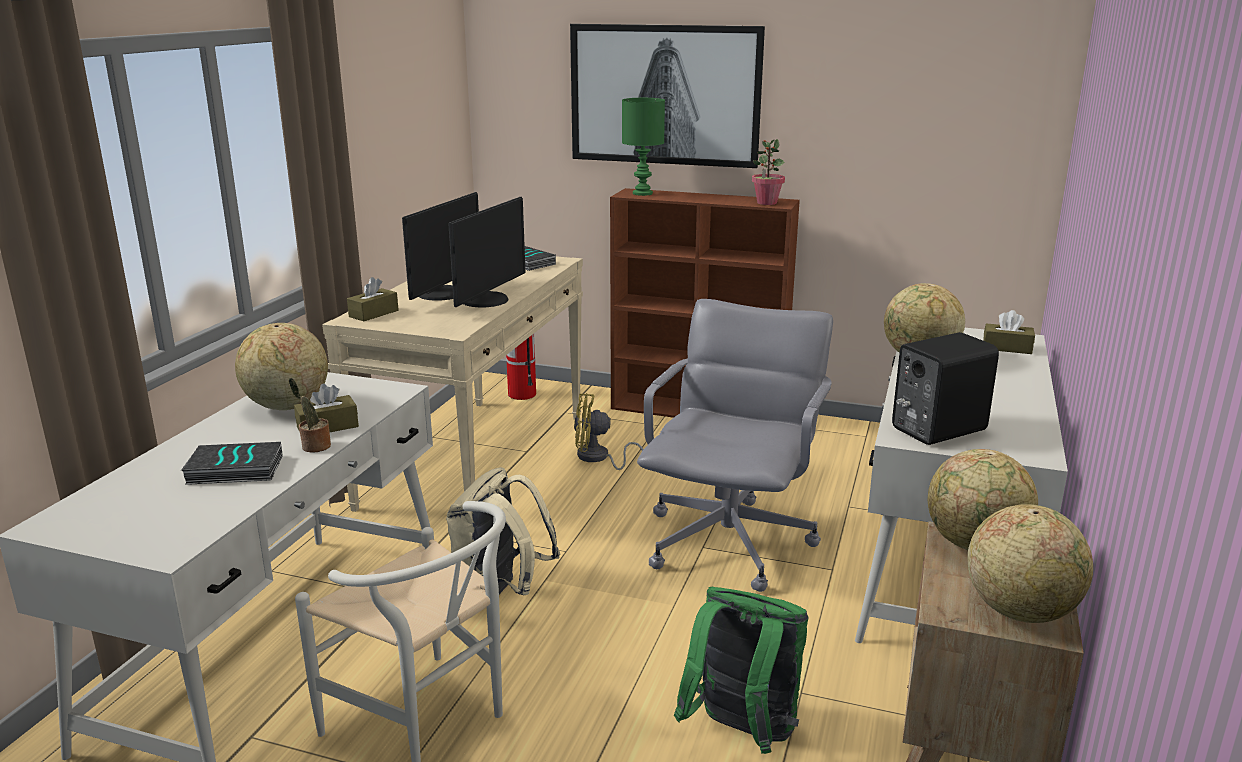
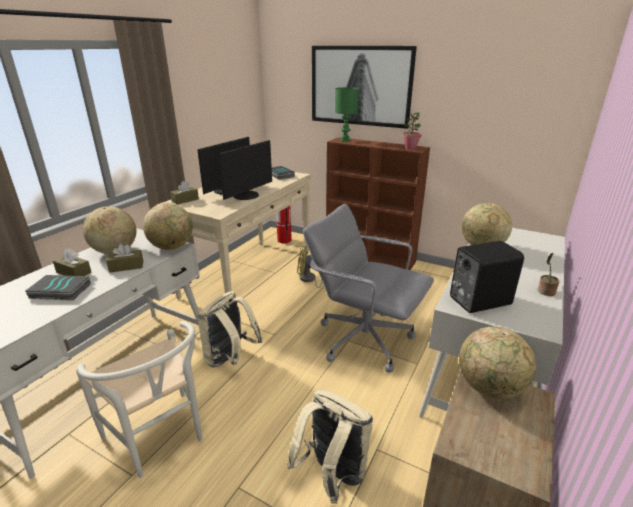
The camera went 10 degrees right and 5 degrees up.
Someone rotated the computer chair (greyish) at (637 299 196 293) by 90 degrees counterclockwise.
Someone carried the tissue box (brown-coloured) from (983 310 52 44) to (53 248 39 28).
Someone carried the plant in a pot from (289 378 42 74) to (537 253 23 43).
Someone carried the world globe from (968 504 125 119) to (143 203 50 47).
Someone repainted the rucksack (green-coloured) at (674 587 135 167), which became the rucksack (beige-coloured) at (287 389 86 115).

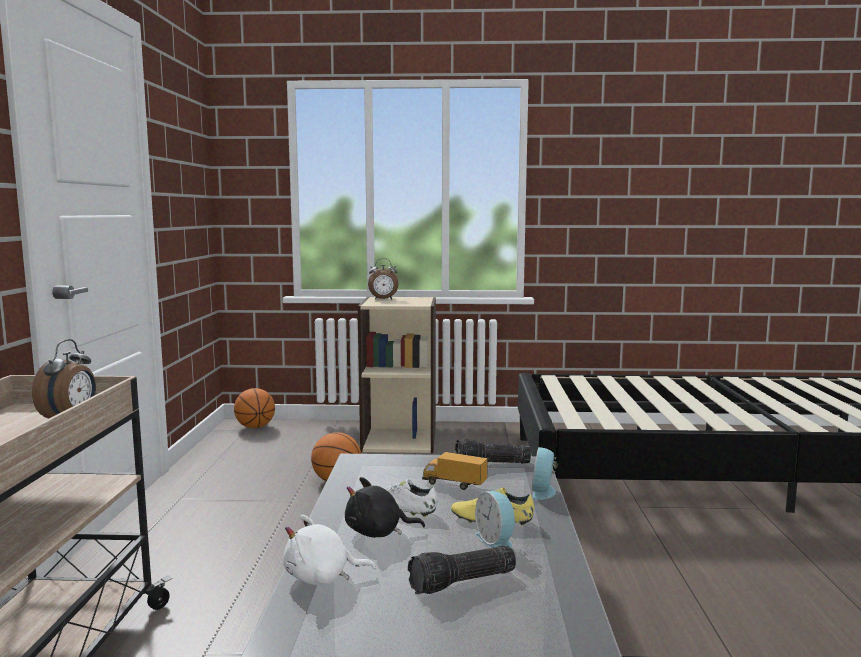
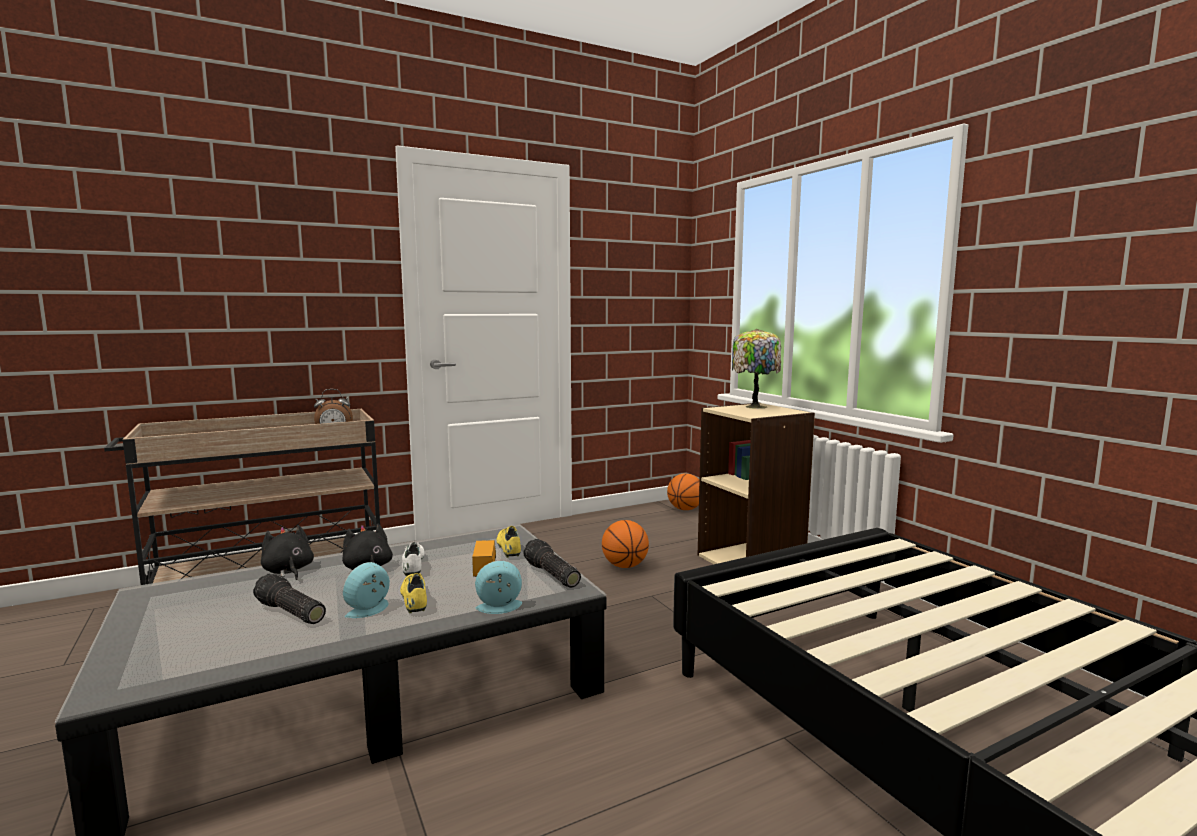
The camera went 60 degrees right and 0 degrees up.
Someone swapped the table clock at (368 258 31 42) for the table lamp at (732 329 49 80).
Someone repainted the plush toy (whitish) at (283 515 93 70), which became the plush toy (black) at (261 525 53 55).
Someone put down the item of footwear (yellow-coloured) at (496 526 25 32).

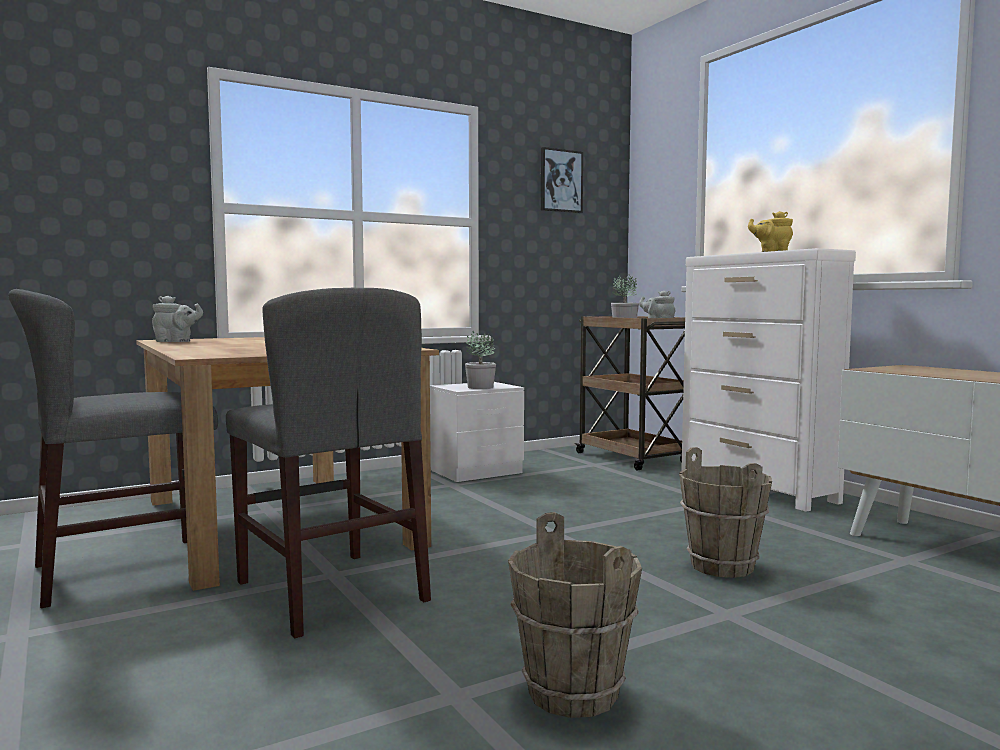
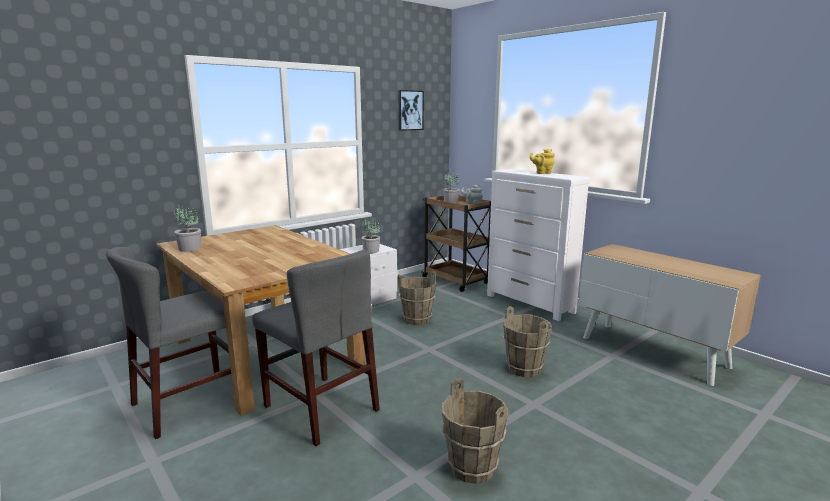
The camera went 10 degrees left and 10 degrees up.
Someone swapped the pot for tea (greyish) at (152 296 51 46) for the plant in a pot at (173 205 28 47).
Someone put down the pail (brown-coloured) at (398 271 38 54).

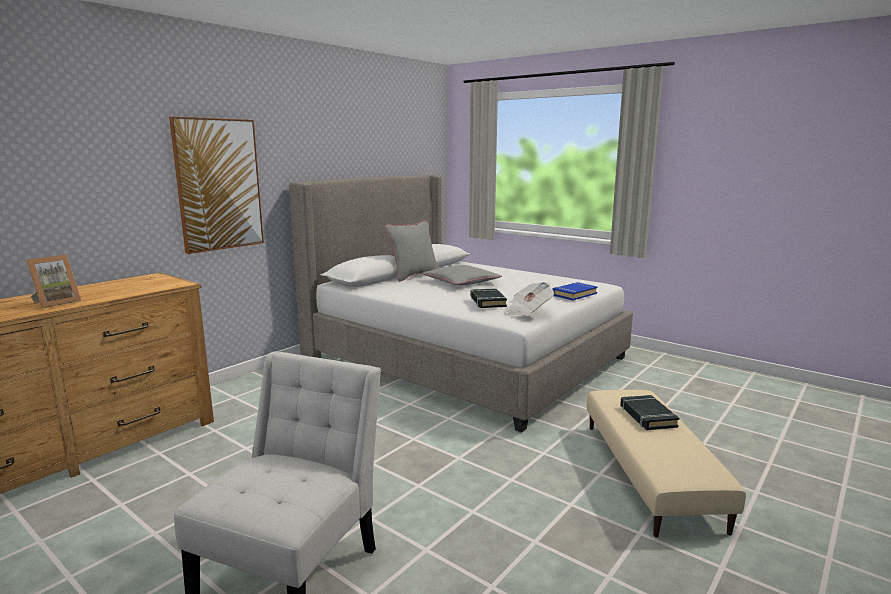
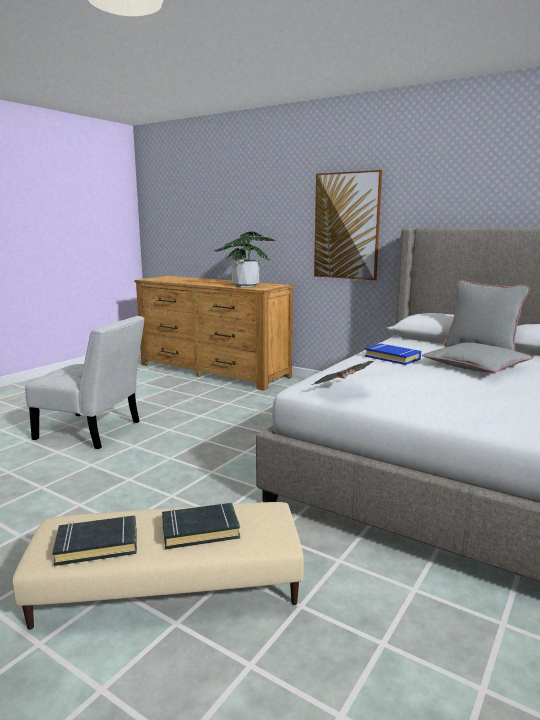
The camera went 85 degrees right and 0 degrees up.
Someone took away the standing frame at (26 255 55 53).
Someone carried the book (bluish) from (552 282 46 18) to (365 344 56 21).
Someone carried the book (black) from (470 289 37 19) to (52 515 85 51).
Someone put down the plant in a pot at (214 231 62 56).

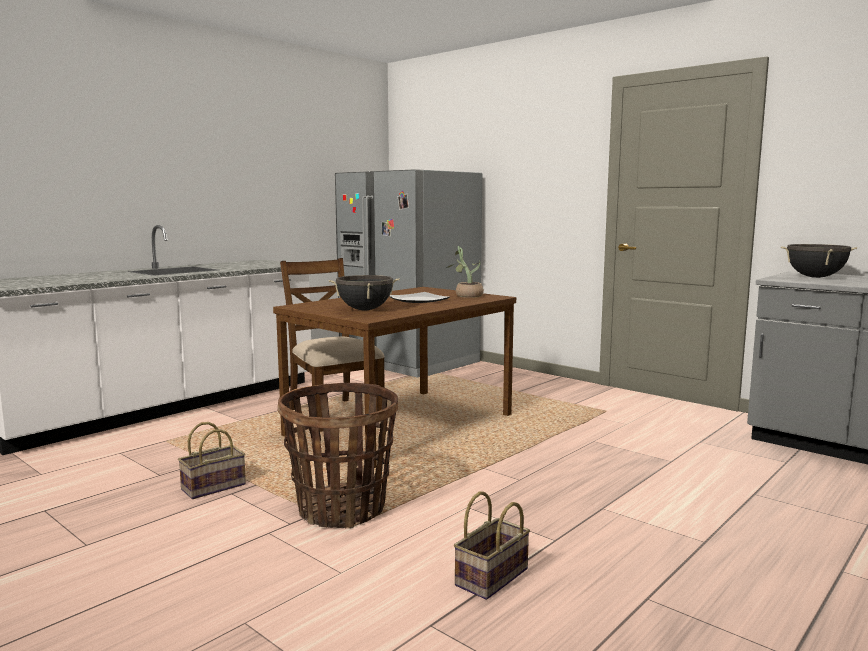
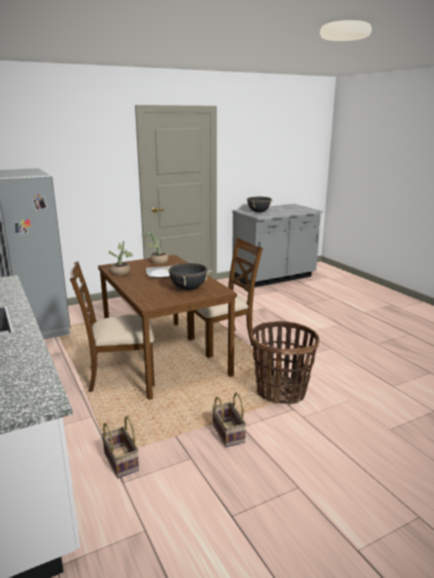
The camera went 70 degrees left and 10 degrees up.
Someone carried the household basket from (454 491 76 109) to (102 416 37 62).
Someone put down the upright chair (brown-coloured) at (187 237 76 121).
Someone put down the plant in a pot at (108 241 25 35).

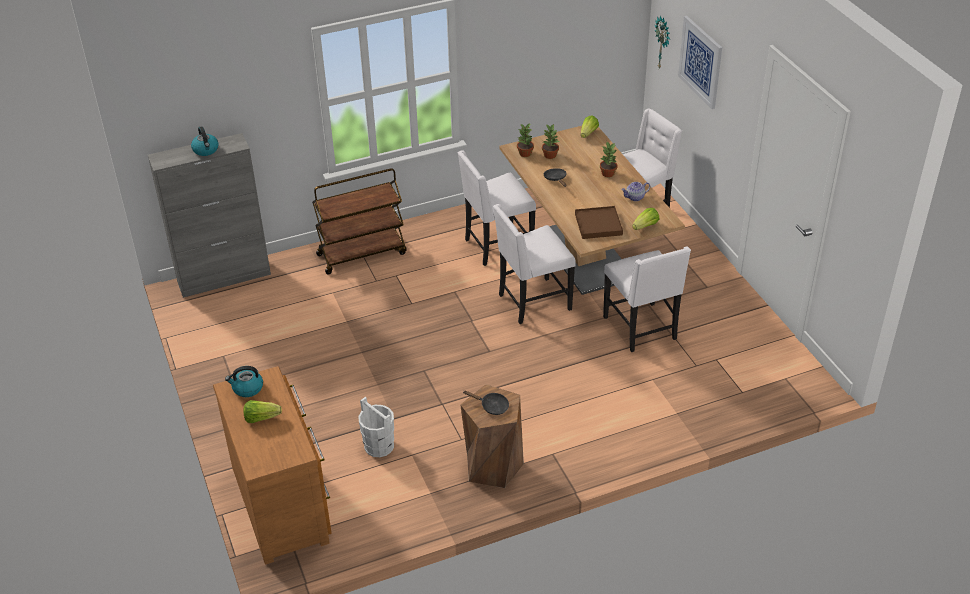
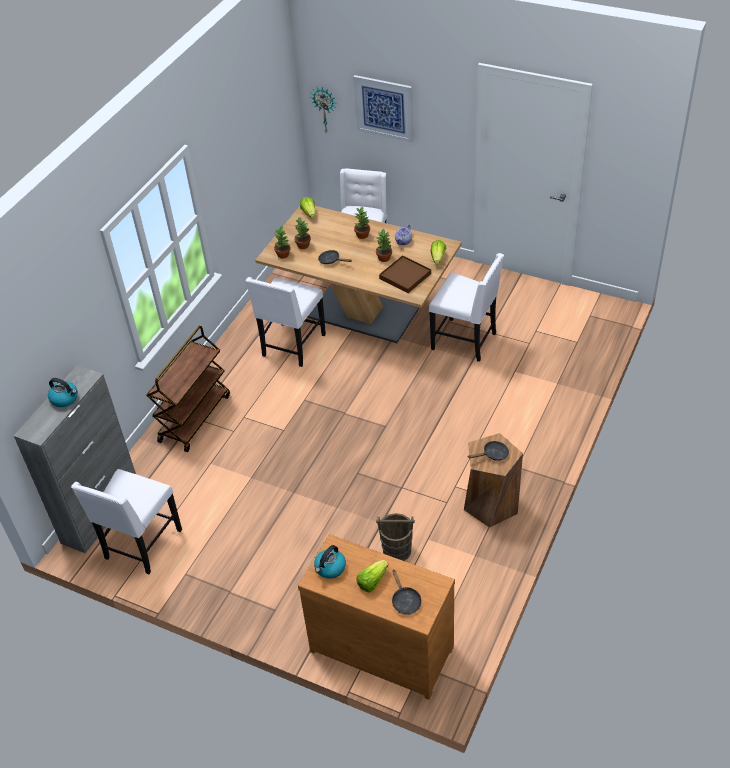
The camera went 40 degrees left and 5 degrees up.
Someone carried the upright chair (whitish) from (493 204 83 120) to (71 469 111 105).
Someone repainted the pail (whitish) at (358 397 36 60), which became the pail (brown-coloured) at (376 513 39 48).
Someone put down the plant in a pot at (376 228 16 34).
Someone put down the pan (black) at (392 570 30 45).

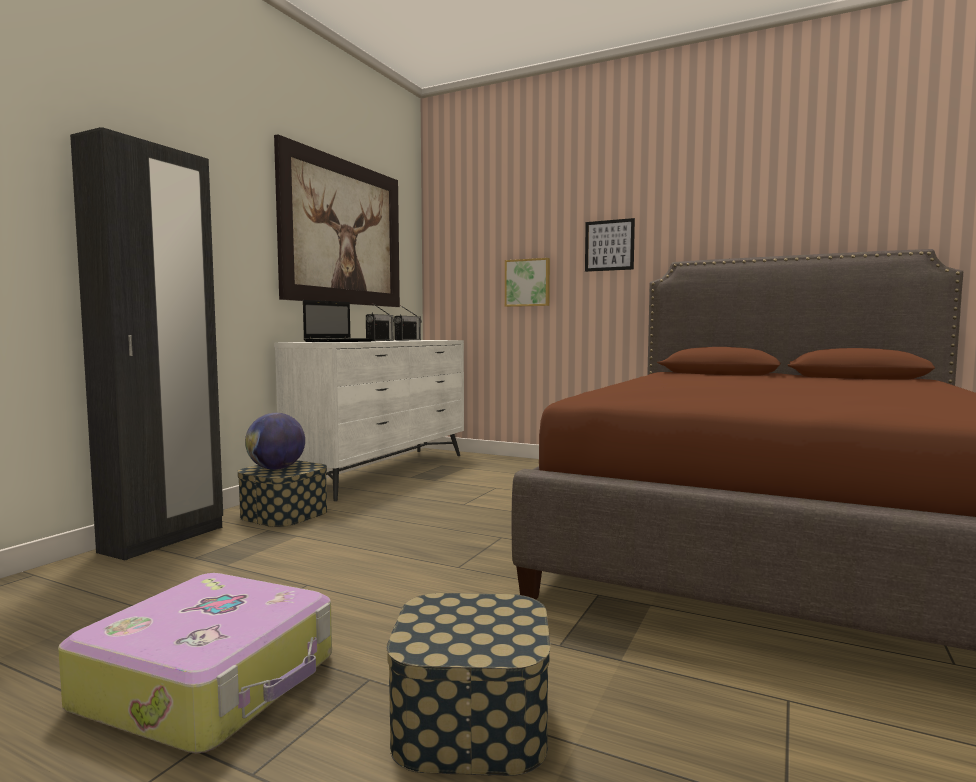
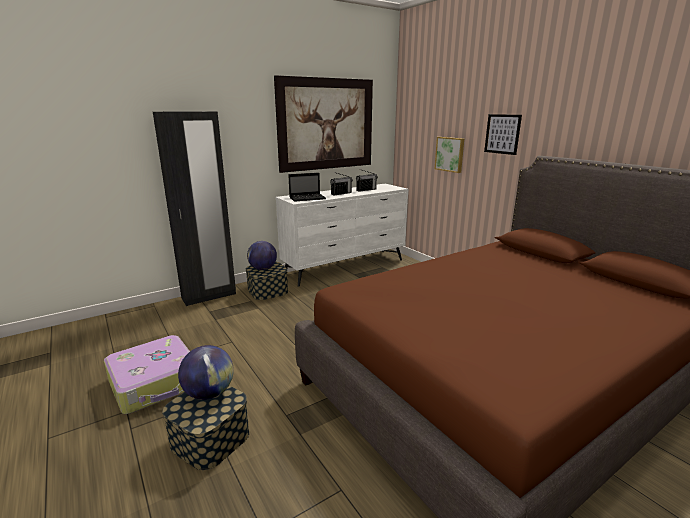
The camera went 30 degrees right and 15 degrees up.
Someone put down the world globe at (178 345 56 55).

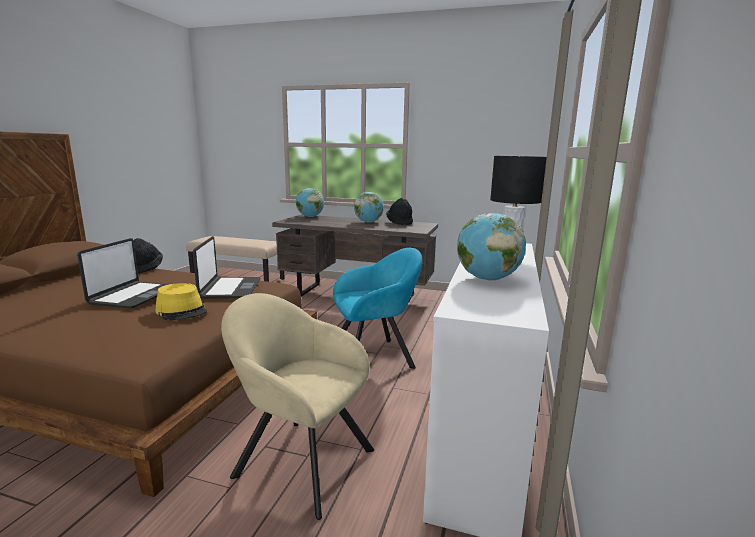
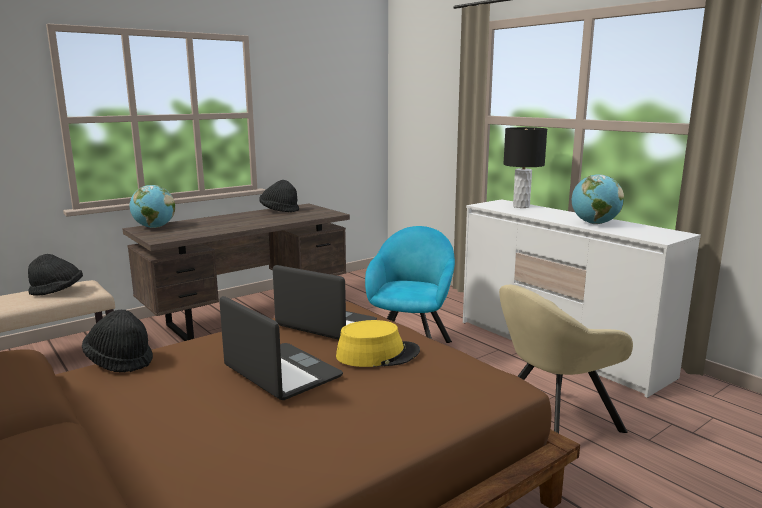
The camera went 55 degrees left and 0 degrees up.
Someone took away the world globe at (354 192 30 30).
Someone put down the clothing hat (black) at (28 254 55 42).

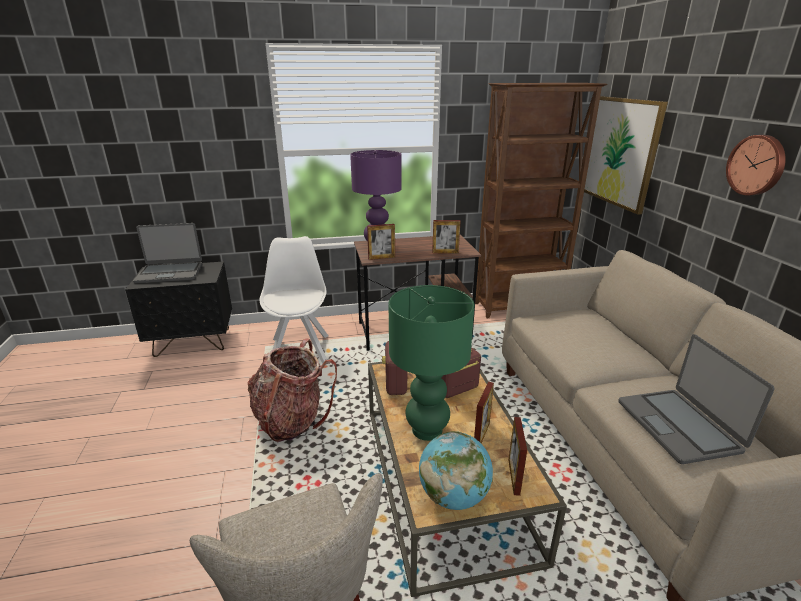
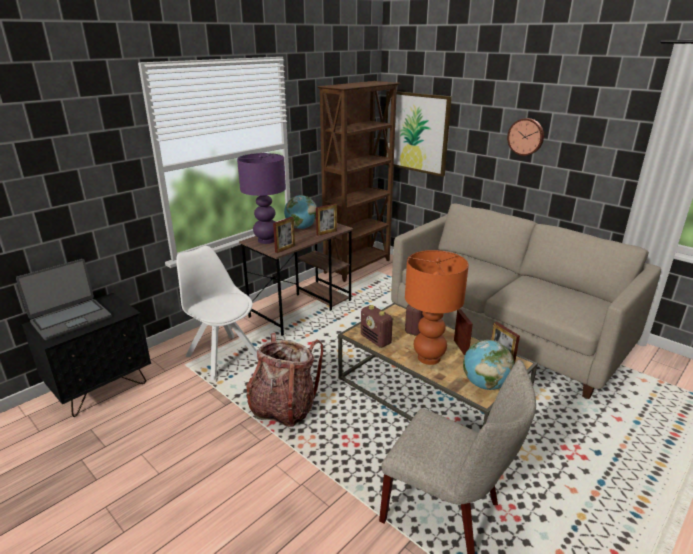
The camera went 35 degrees left and 0 degrees up.
Someone repainted the table lamp (green-coloured) at (389 285 86 156), which became the table lamp (orangey) at (405 250 64 115).
Someone took away the portable computer at (618 334 157 130).
Someone put down the world globe at (284 195 33 34).

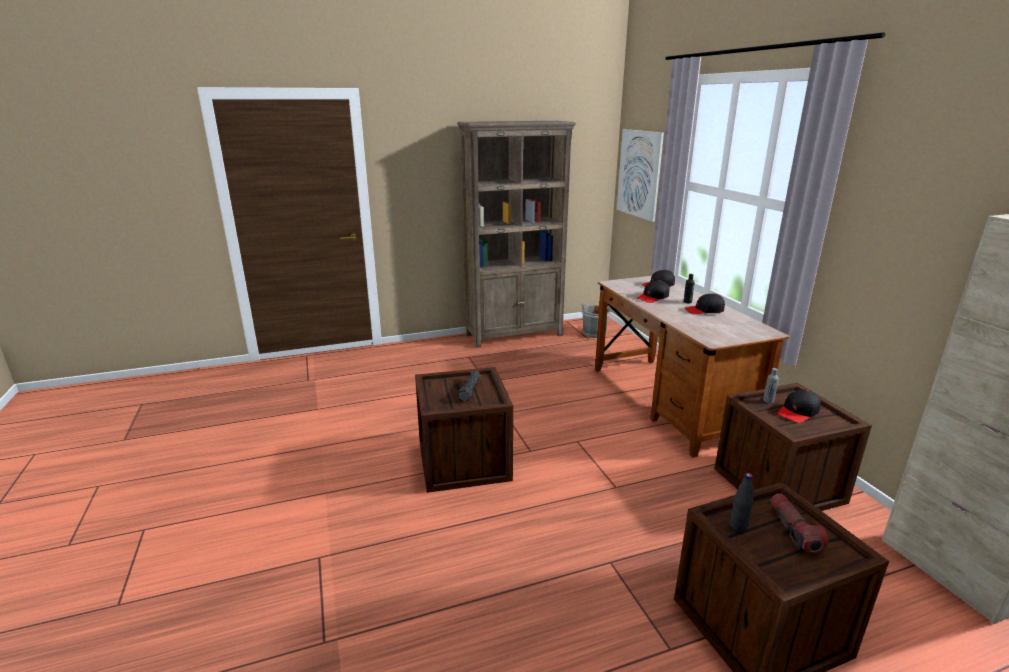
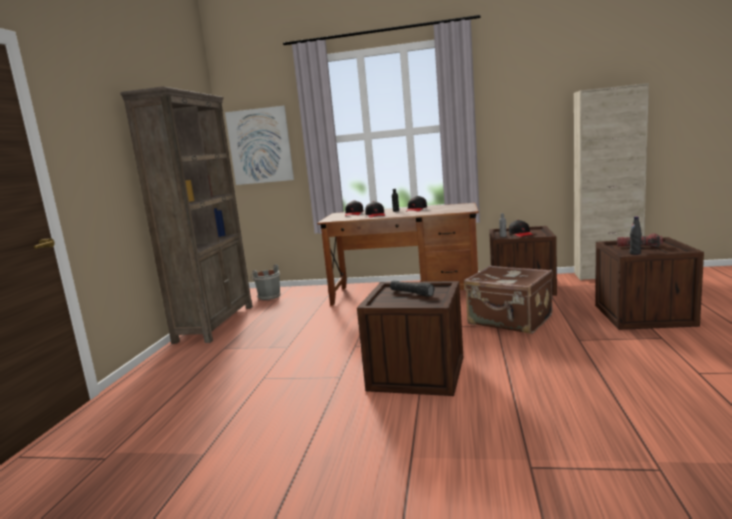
The camera went 60 degrees left and 10 degrees down.
Someone put down the suitcase (brown-coloured) at (464 265 89 69).

